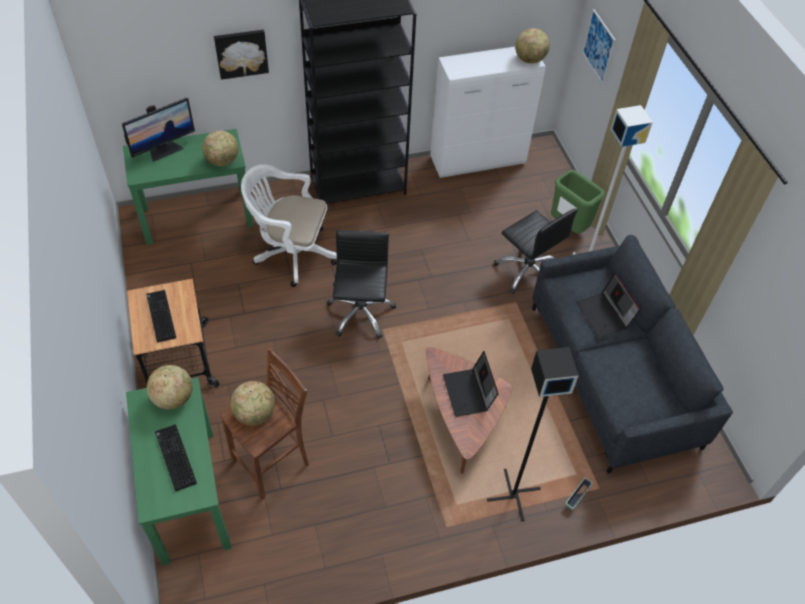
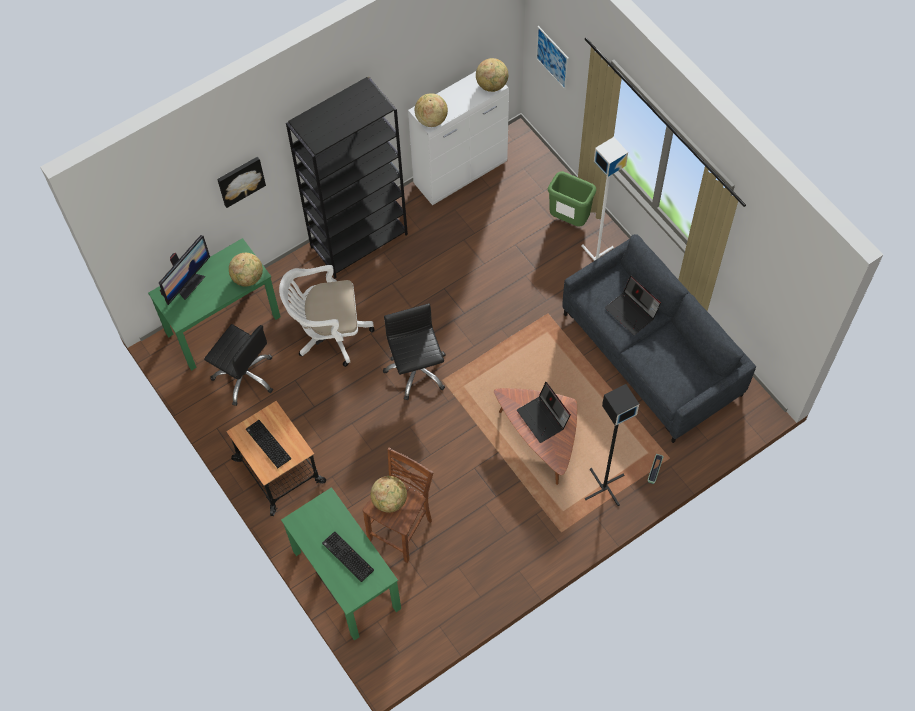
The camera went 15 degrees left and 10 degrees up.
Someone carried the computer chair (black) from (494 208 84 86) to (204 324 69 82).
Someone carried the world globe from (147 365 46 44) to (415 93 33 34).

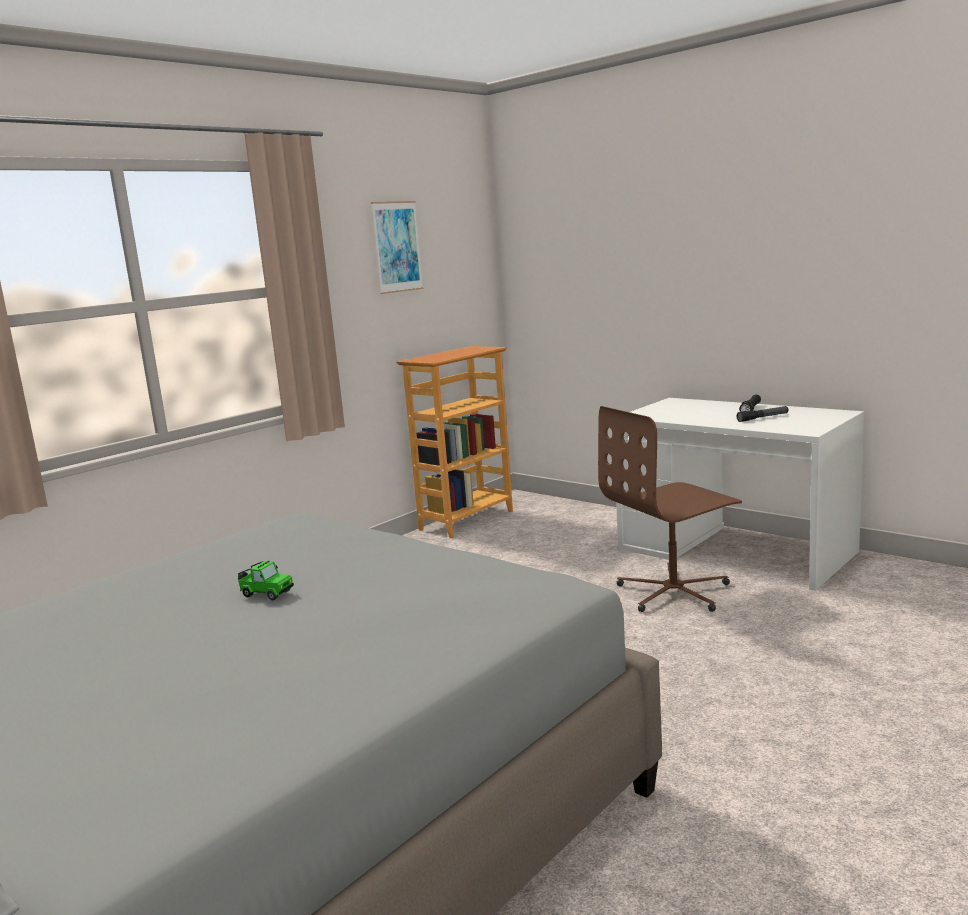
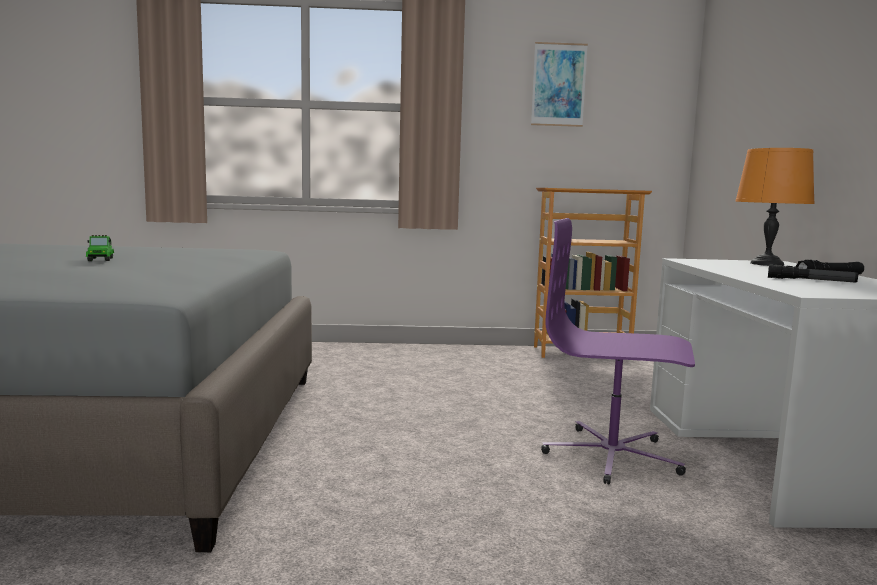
The camera went 45 degrees right and 5 degrees down.
Someone repainted the computer chair (brown-coloured) at (598 406 144 206), which became the computer chair (purplish) at (541 218 154 266).
Someone put down the table lamp (orangey) at (735 148 80 118).

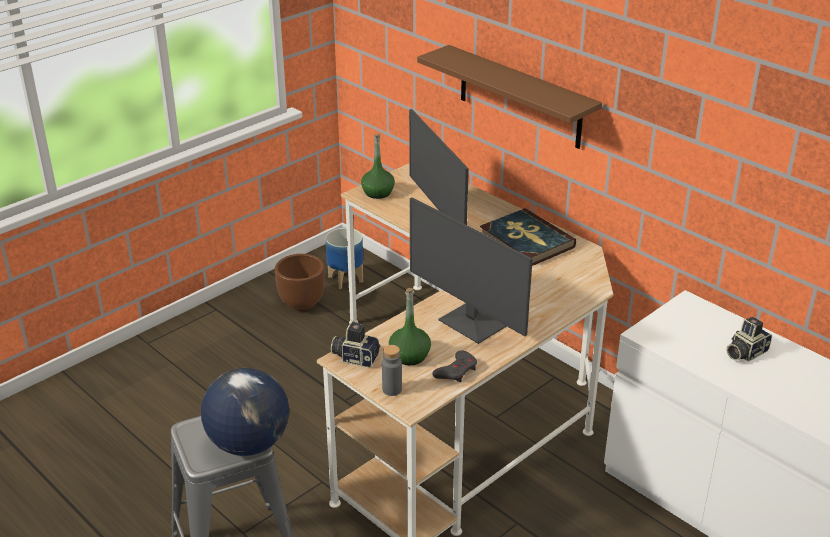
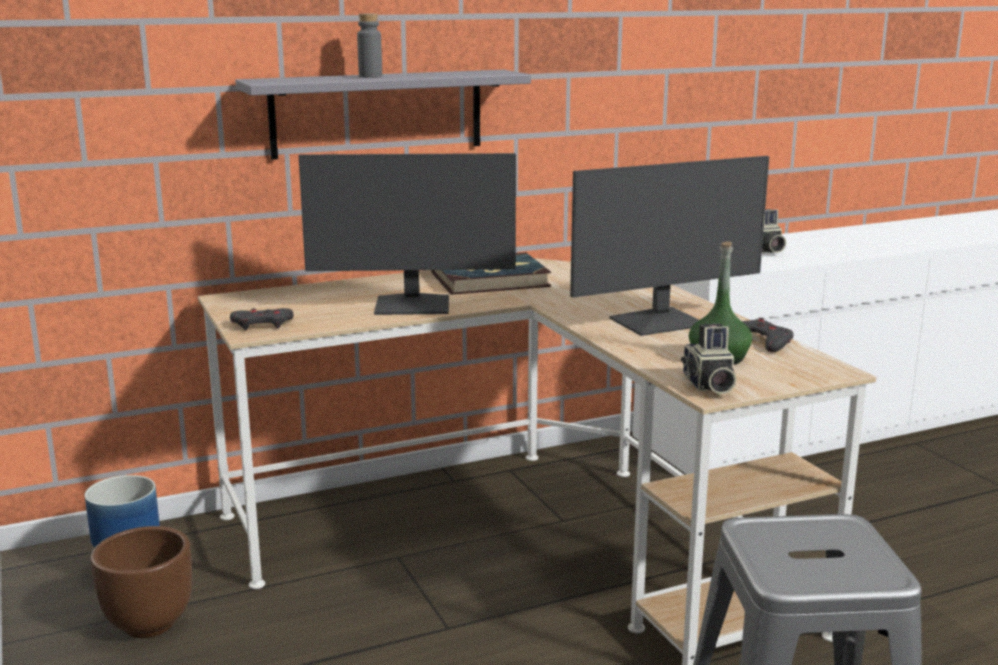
The camera went 70 degrees left and 15 degrees down.
Someone repainted the shelf (brown-coloured) at (417 45 185 104), which became the shelf (greyish) at (235 70 296 90).
Someone swapped the bottle (green-coloured) at (361 134 34 65) for the gamepad (greyish) at (230 308 63 23).
Someone rotated the photo camera at (331 320 49 47) by 45 degrees counterclockwise.
Someone carried the bottle (greyish) from (382 345 20 51) to (357 14 25 64).
Someone took away the world globe at (201 368 88 88).

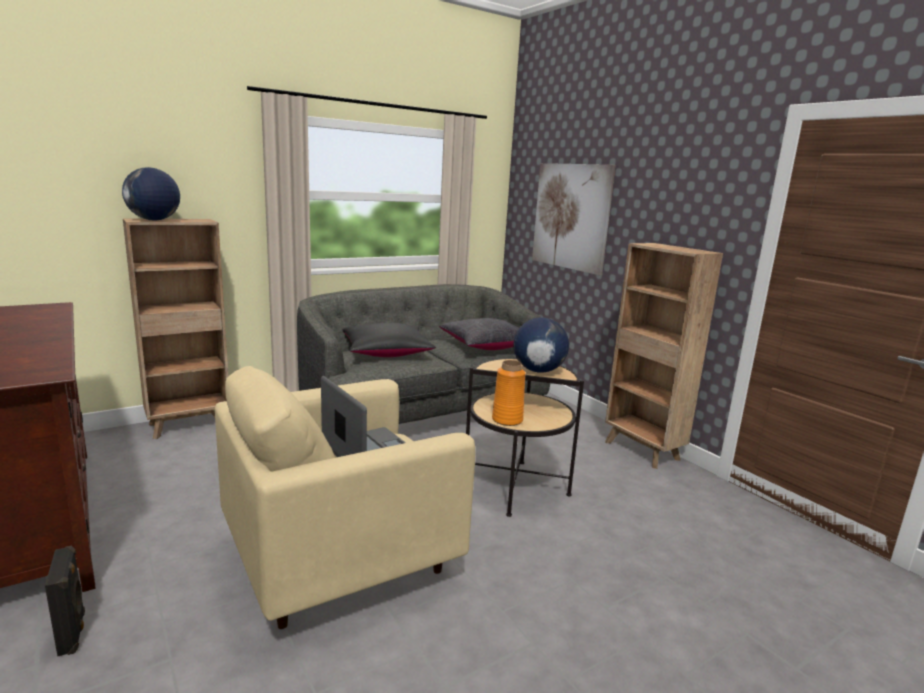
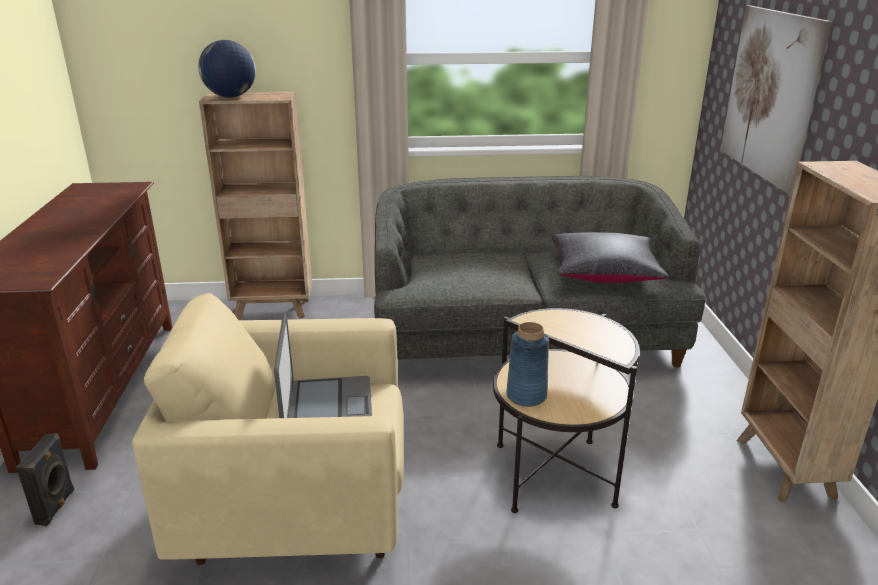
The camera went 30 degrees right and 10 degrees up.
Someone took away the world globe at (513 317 56 56).
Someone took away the pillow (black) at (342 323 94 34).
Someone repainted the flower vase (orangey) at (492 360 34 66), which became the flower vase (bluish) at (506 322 43 85).

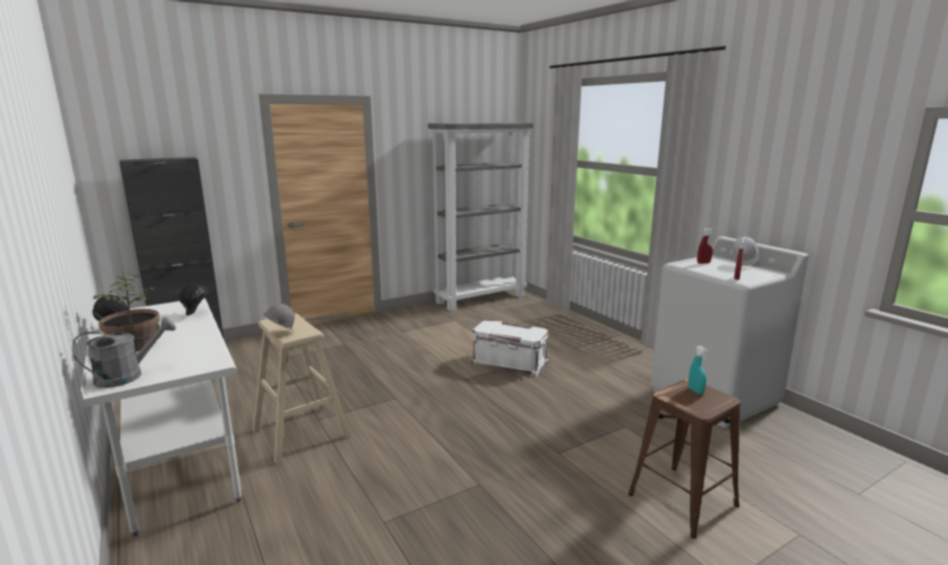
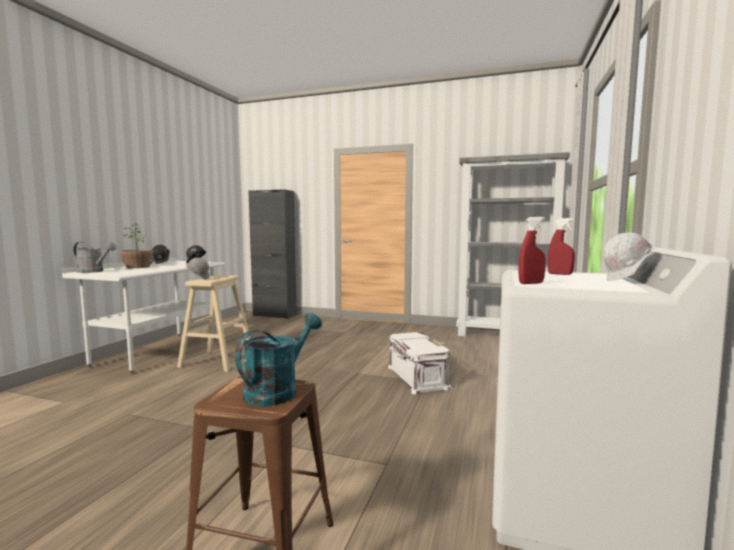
The camera went 50 degrees right and 10 degrees down.
Someone swapped the sprayer (blue-green) at (688 346 20 48) for the sprinkling can (blue-green) at (235 313 87 93).

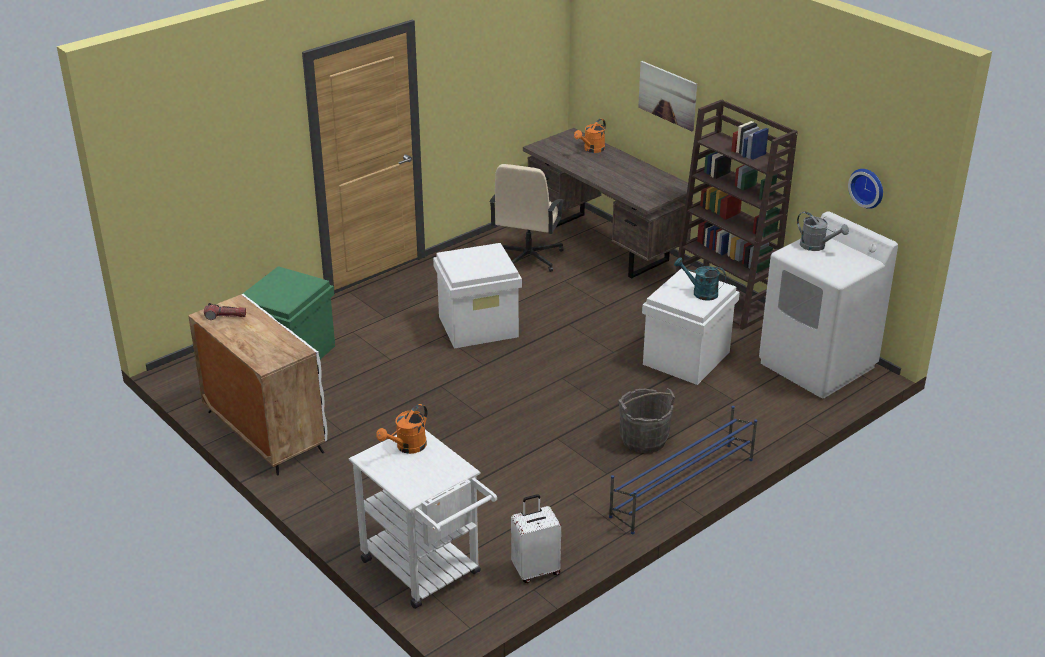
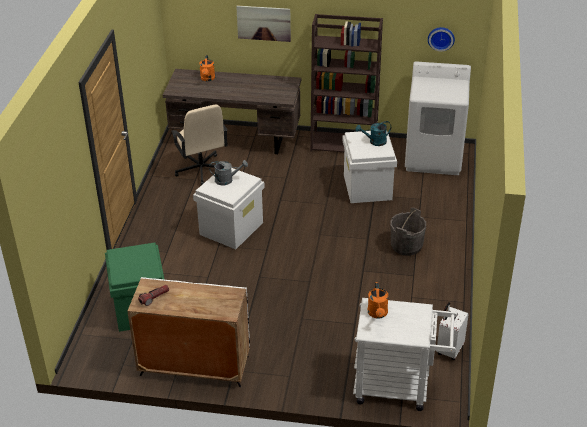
The camera went 40 degrees left and 5 degrees up.
Someone carried the sprinkling can (greyish) from (797 212 52 39) to (209 160 39 25).
Someone took away the shoe stand (bluish) at (609 406 148 128).

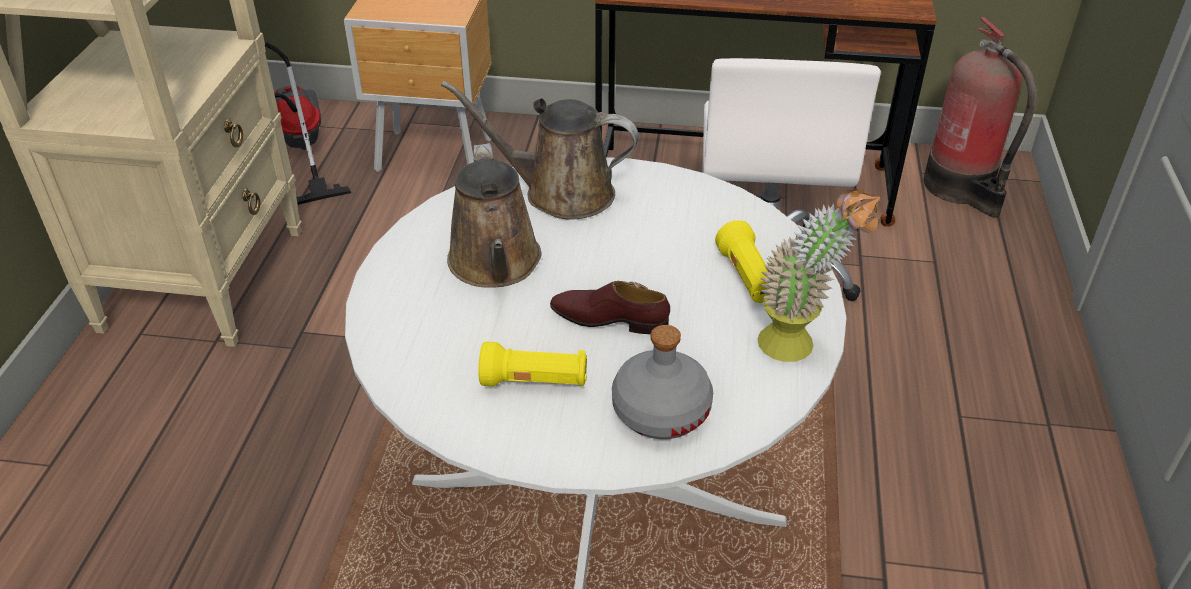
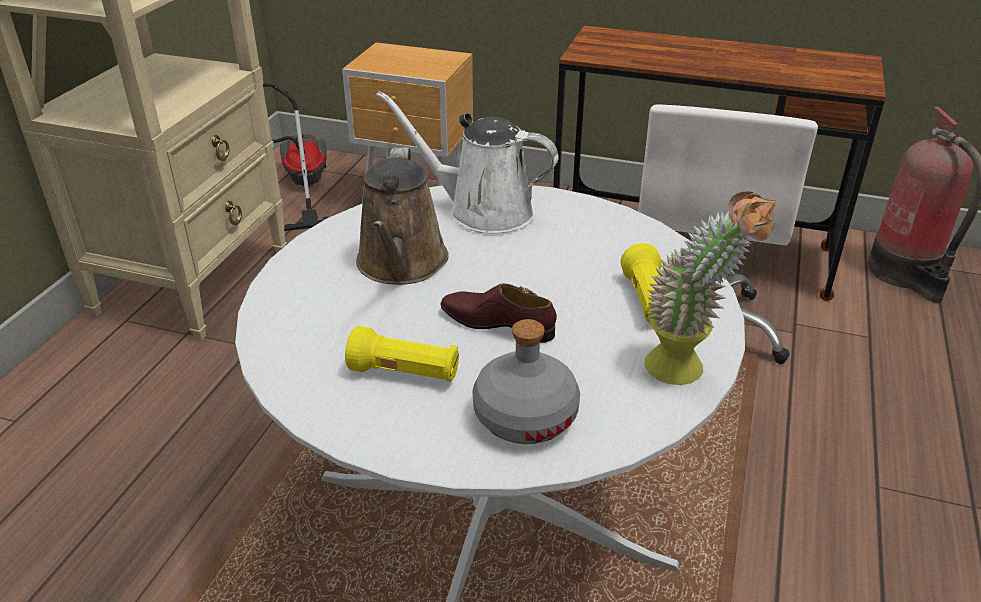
The camera went 10 degrees right and 5 degrees down.
Someone repainted the sprinkling can (brown-coloured) at (441 80 198 139), which became the sprinkling can (whitish) at (376 91 183 143).

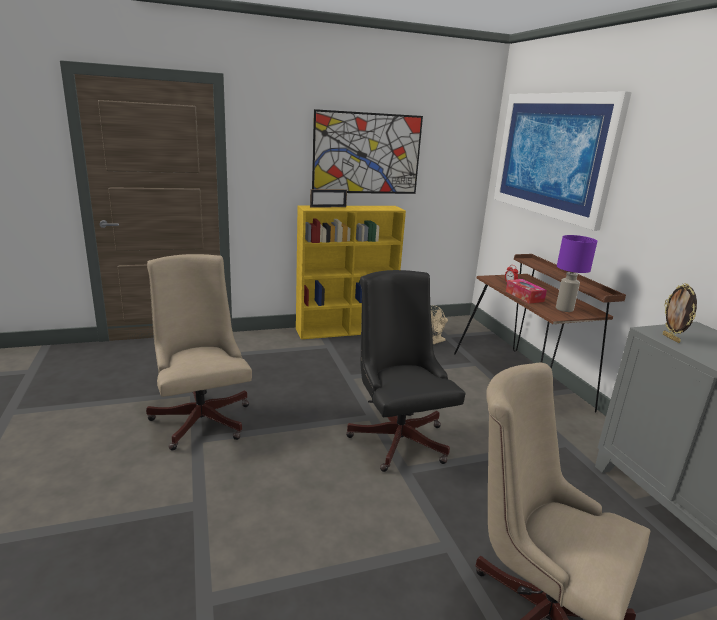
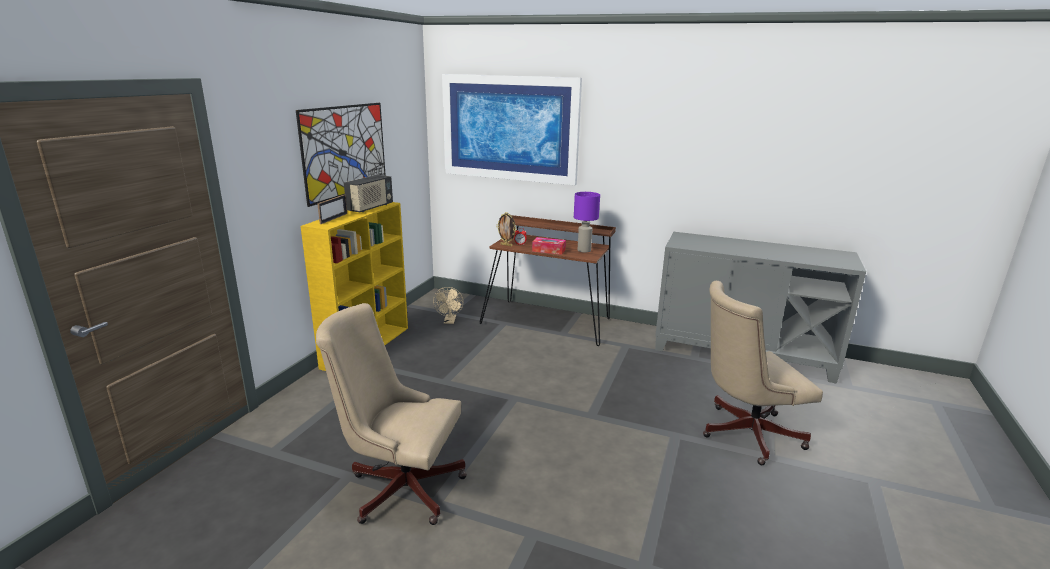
The camera went 50 degrees left and 0 degrees up.
Someone took away the computer chair (black) at (346 270 119 202).
Someone carried the standing frame from (663 283 34 60) to (496 212 20 34).
Someone put down the radio at (344 175 49 37).

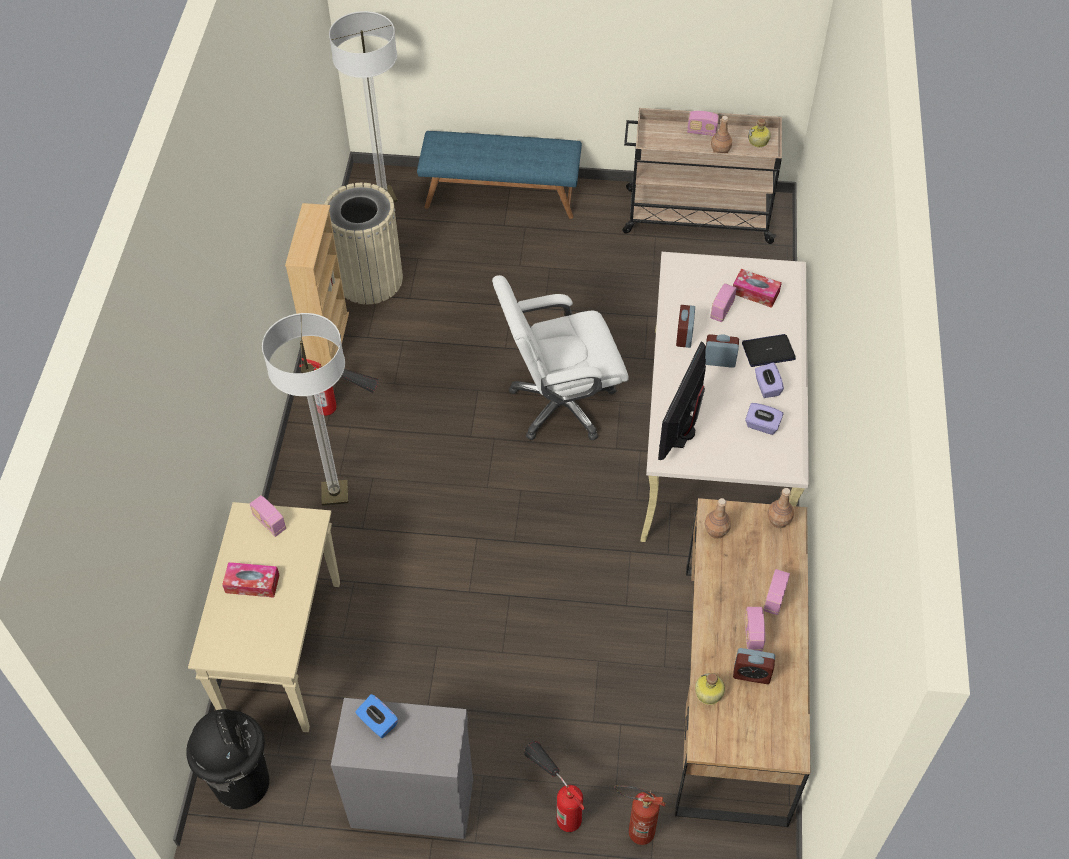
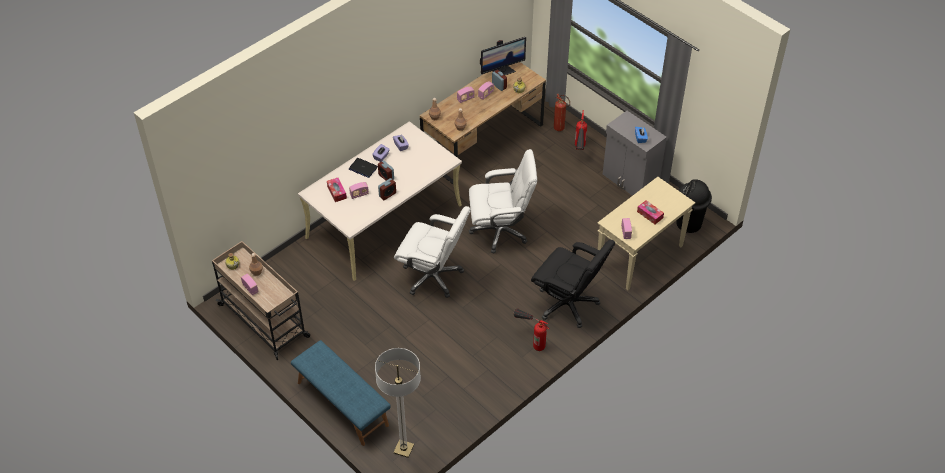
The camera went 140 degrees left and 5 degrees down.
Someone took away the waste bin (beige-coloured) at (324 183 79 121).
Someone took away the bookshelf (beige-coloured) at (285 203 64 163).
Someone swapped the standing lamp at (262 313 87 193) for the computer chair (black) at (531 239 84 89).
Someone carried the monitor from (658 342 48 118) to (480 37 46 38).
Someone put down the computer chair (whitish) at (469 149 68 105).

